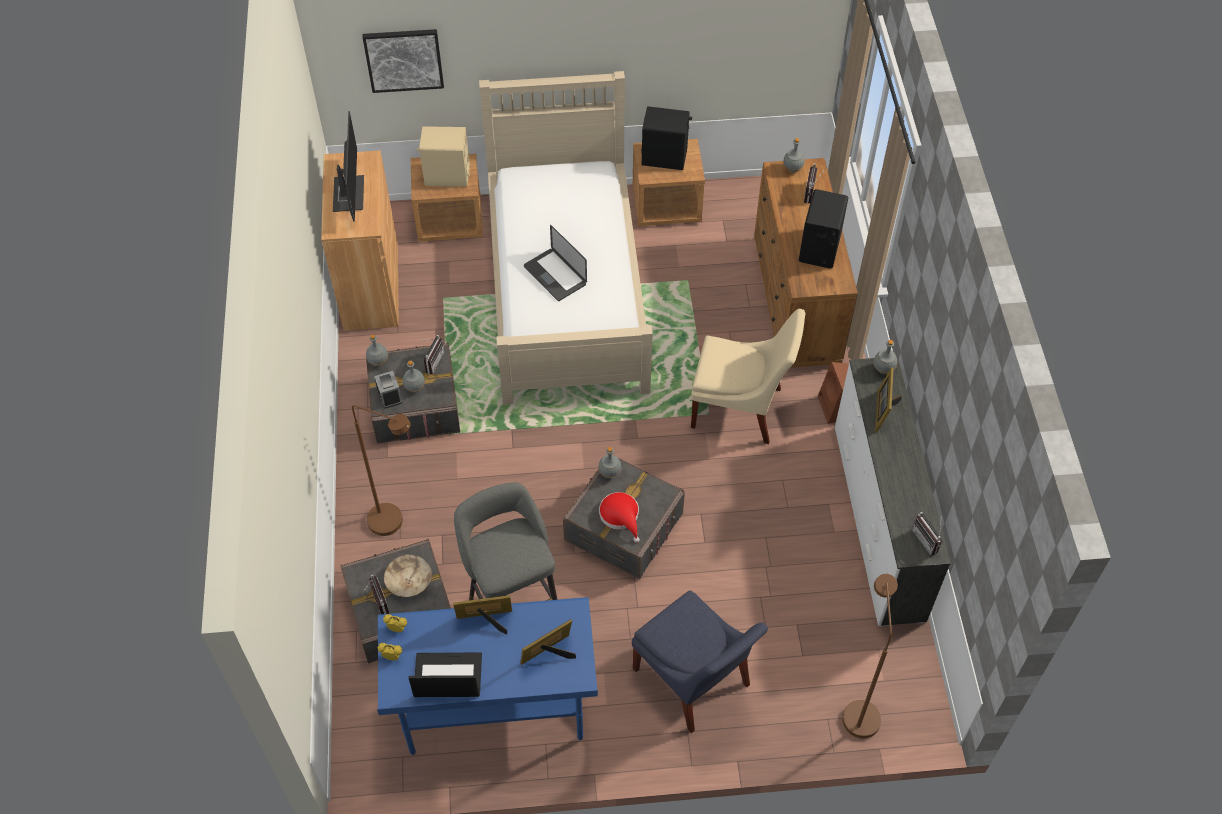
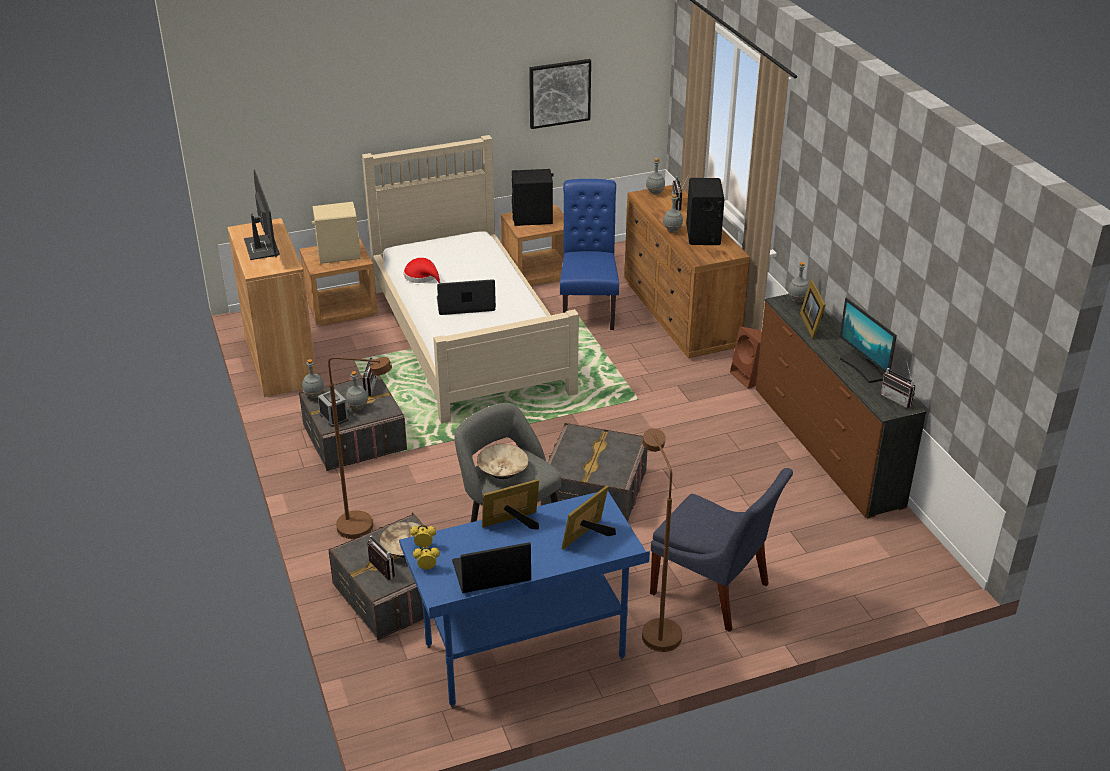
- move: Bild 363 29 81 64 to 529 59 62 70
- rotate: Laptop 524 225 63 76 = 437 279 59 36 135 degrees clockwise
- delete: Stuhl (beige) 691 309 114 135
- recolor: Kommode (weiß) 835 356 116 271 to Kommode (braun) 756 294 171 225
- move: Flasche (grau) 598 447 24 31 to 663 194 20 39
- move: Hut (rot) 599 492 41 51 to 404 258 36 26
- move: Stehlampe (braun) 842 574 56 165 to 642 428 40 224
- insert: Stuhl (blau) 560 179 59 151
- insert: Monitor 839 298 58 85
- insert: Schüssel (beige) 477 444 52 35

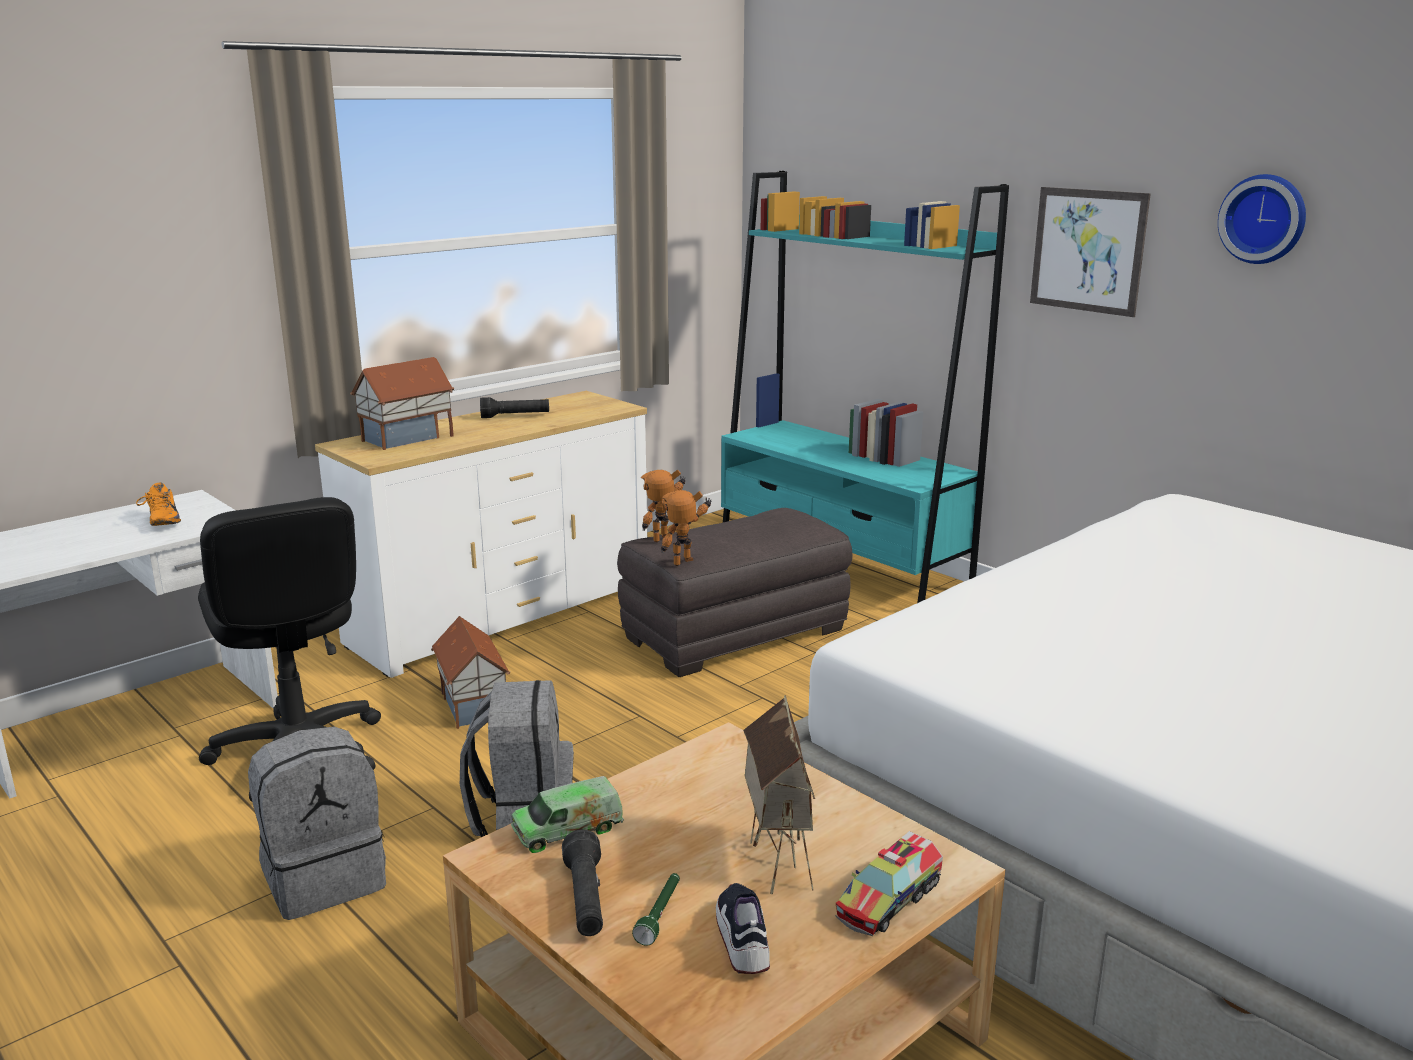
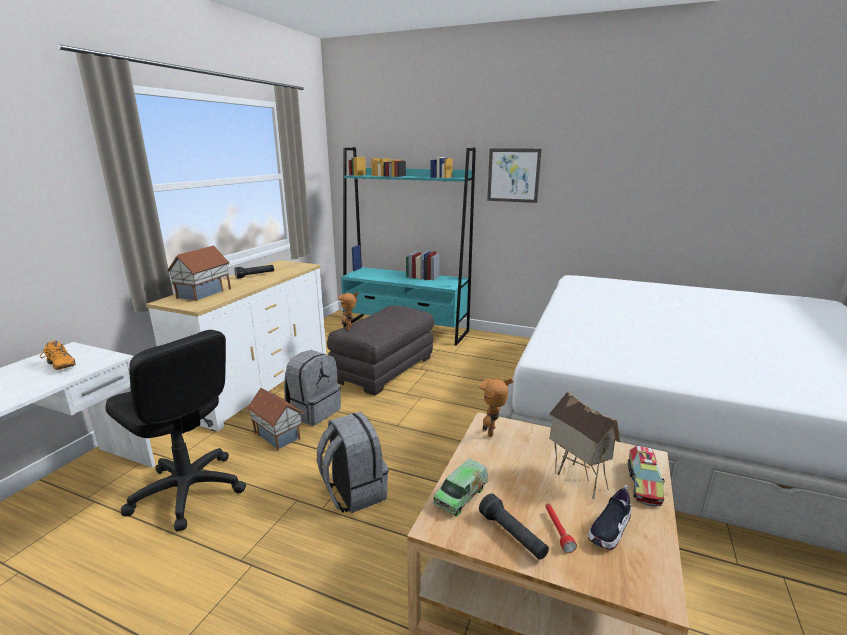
- delete: Wanduhr 1218 174 88 90
- move: Spielzeugroboter 661 490 51 76 to 479 378 35 59
- move: Rucksack (grau) 248 727 138 193 to 284 350 57 76
- recolor: Taschenlampe (grün) 632 873 48 73 to Taschenlampe (rot) 546 504 31 49
- rotate: Schuh 716 883 54 91 = 588 485 43 65 105 degrees counterclockwise

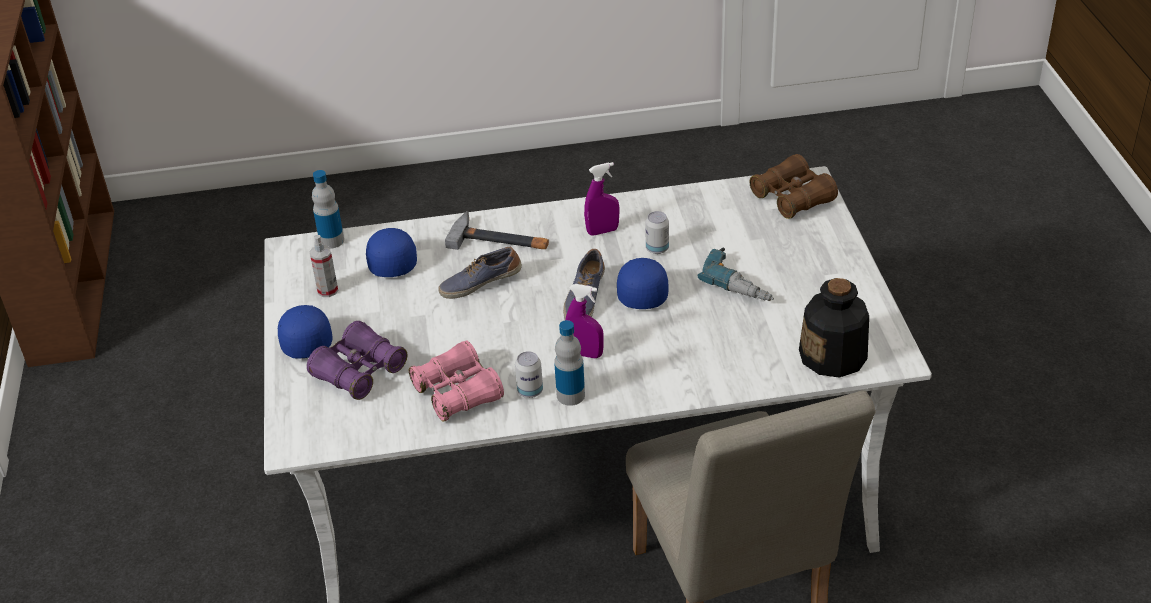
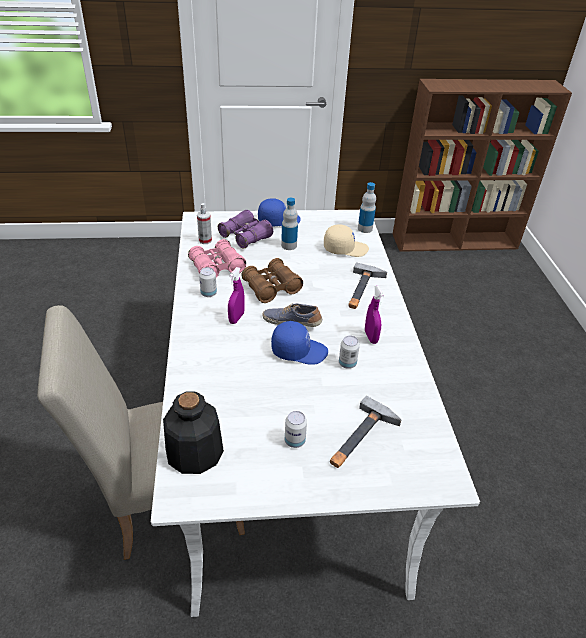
- move: Fernglas (braun) 749 154 89 65 to 242 258 61 45
- recolor: Kappe (blau) 366 228 51 49 to Kappe (beige) 324 224 45 33
- move: Sprühflasche 309 235 29 62 to 197 203 15 41
- delete: Schuh 438 247 84 52
- delete: Bohrmaschine 698 247 76 54
- move: Flasche 554 320 31 86 to 281 198 17 52
- insert: Hammer 330 396 71 72
- insert: Dose 285 411 22 37

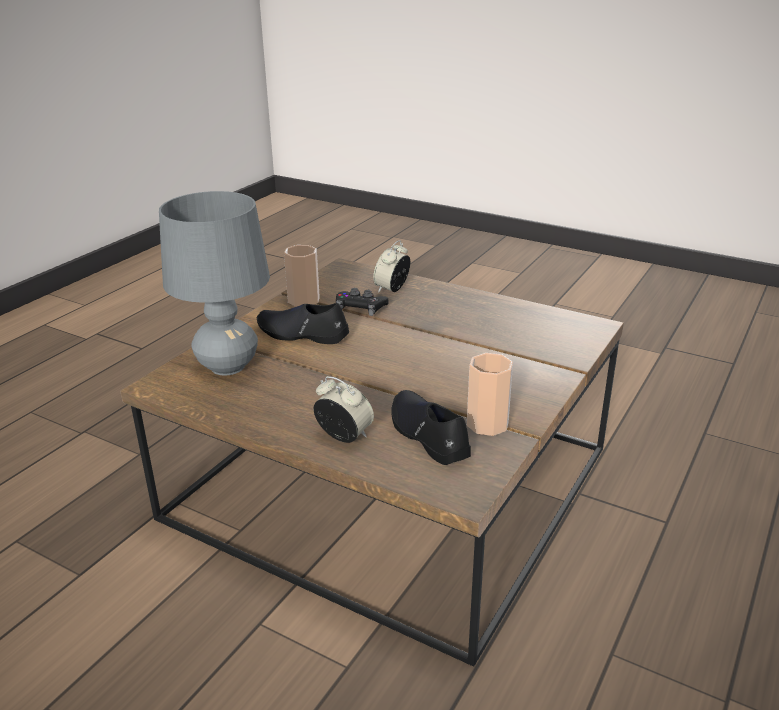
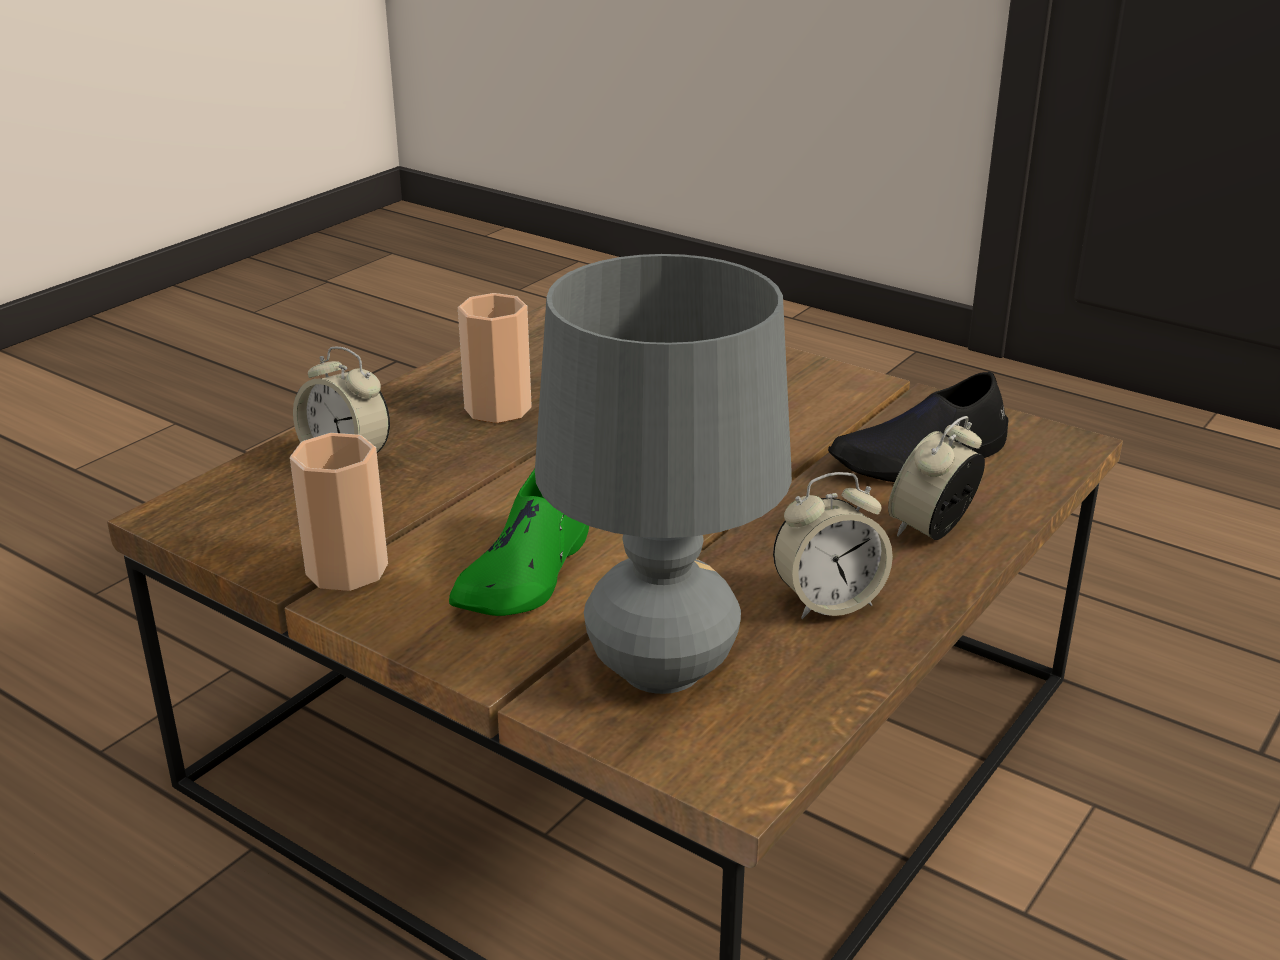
- delete: Gamepad (schwarz) 336 288 52 28
- recolor: Schuh (schwarz) 257 303 92 41 to Schuh (grün) 449 469 140 147
- move: Tasse 467 353 46 83 to 458 293 74 130
- insert: Wecker 773 472 120 147

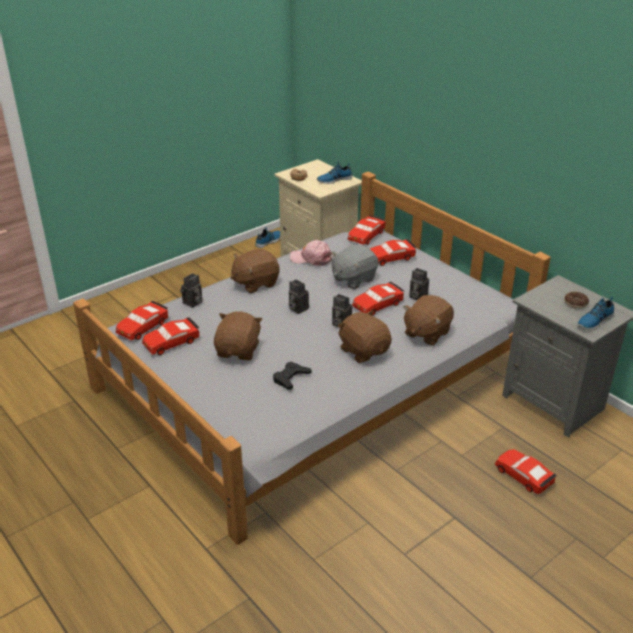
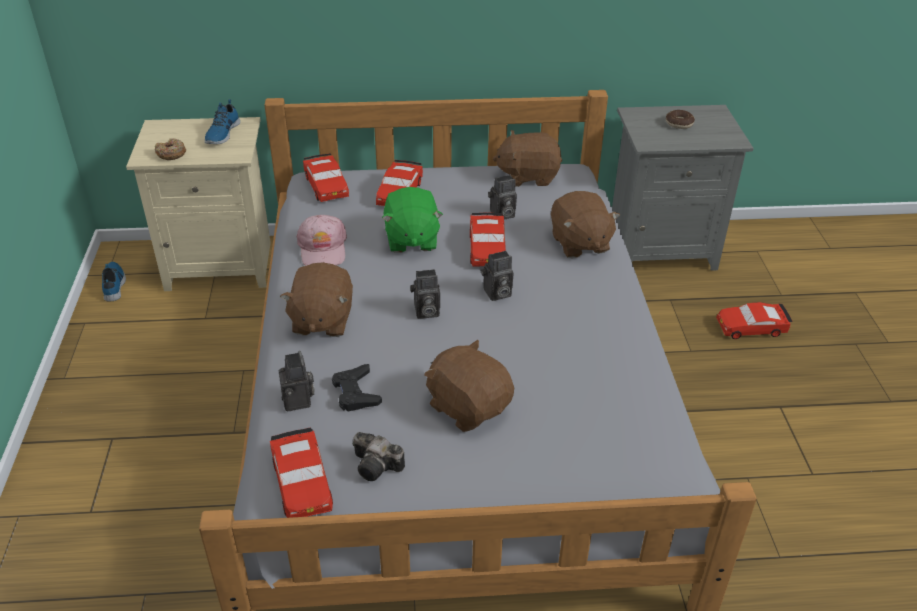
- rotate: Kappe (rosa) 290 240 42 26 = 296 215 51 51 60 degrees counterclockwise
- recolor: Plüschtier (grau) 331 245 48 44 to Plüschtier (grün) 382 187 61 66
- delete: Schuh 577 297 37 33
- move: Plüschtier (braun) 338 310 54 53 to 493 130 69 57
- replace: Spielzeugauto (rot) 142 317 58 38 to Kamera 353 432 52 49
- move: Gamepad (schwarz) 273 362 39 28 to 332 364 50 47

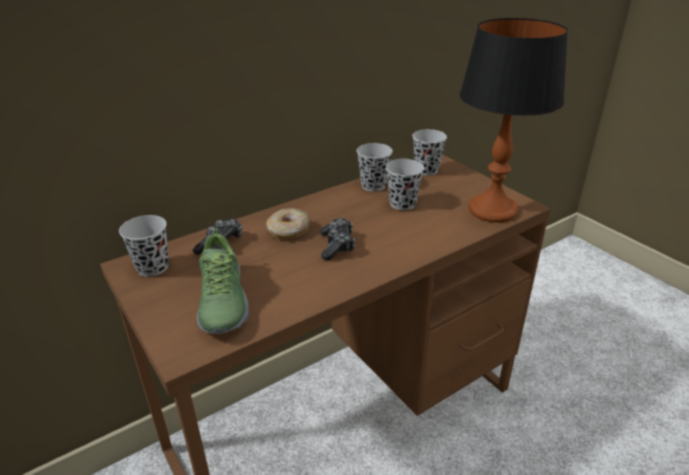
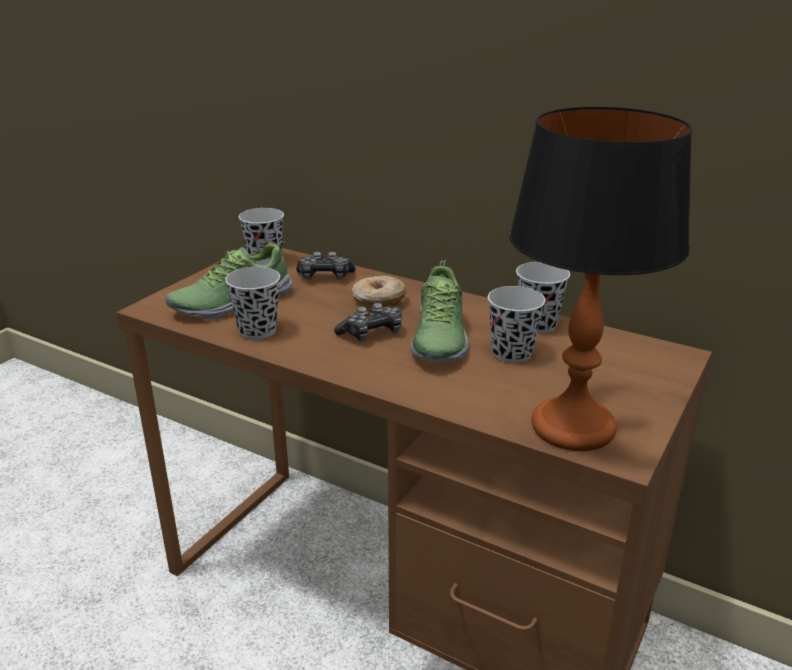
- move: Tasse (schwarz) 412 129 35 46 to 225 267 55 73
- insert: Schuh 410 260 58 102

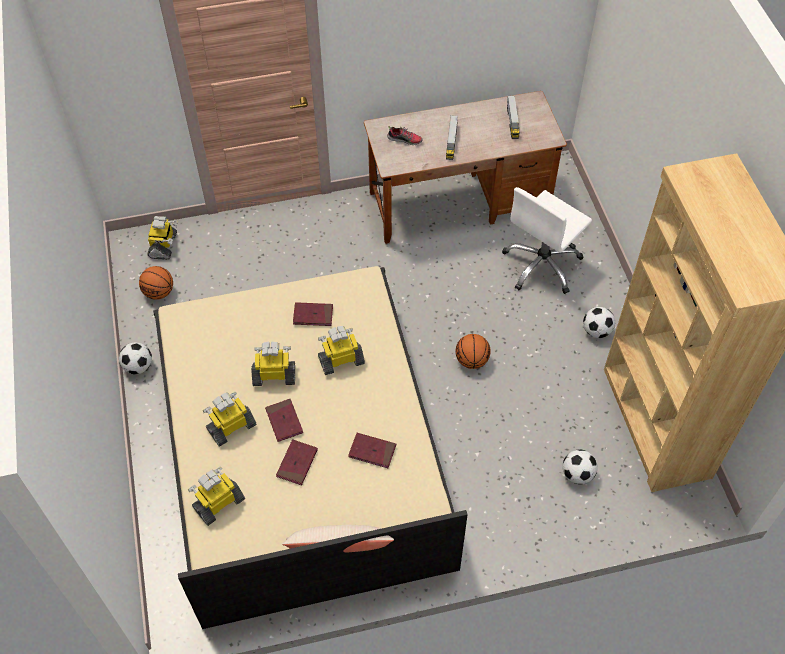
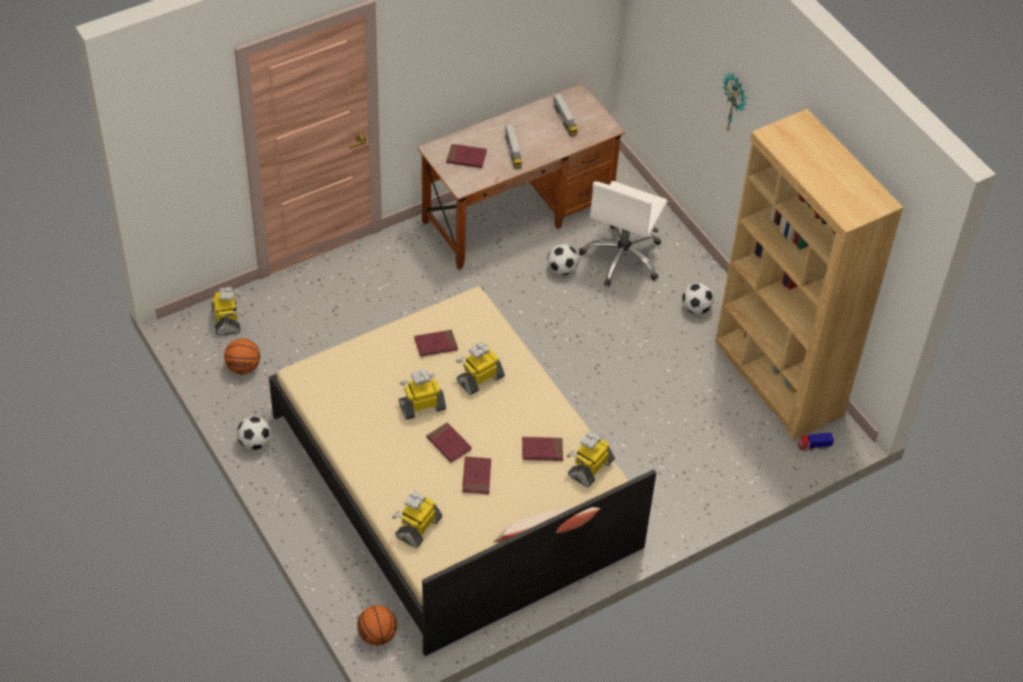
- replace: Schuh 387 126 35 19 to Buch (rot) 446 144 41 24
- move: Basketball 455 334 36 35 to 357 605 40 41
- move: Spielzeugroboter 203 392 54 55 to 567 431 48 56
- move: Fußball 563 450 35 34 to 547 244 32 31
- insert: Wanduhr 723 72 24 59
- insert: Spielzeuglaster 798 432 36 19

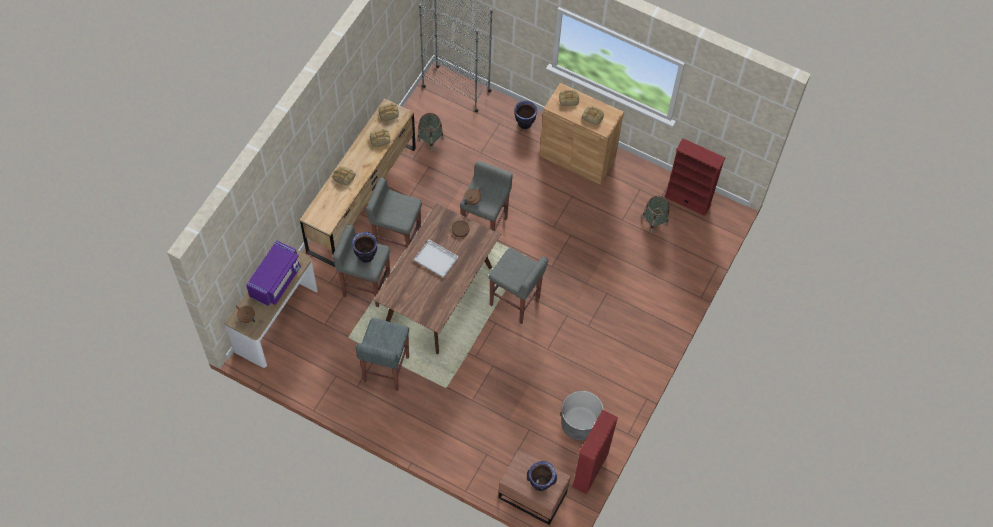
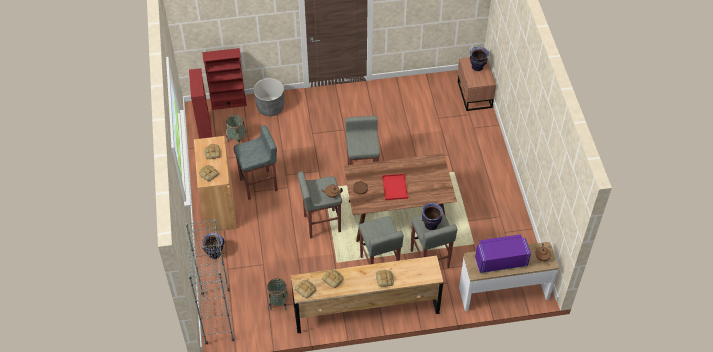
- recolor: Tablett (weiß) 414 240 45 38 to Tablett (rot) 382 174 26 26
- move: Hocker (grau) 356 318 53 73 to 233 125 45 75
- move: Pflanzkübel (grau) 561 391 43 49 to 253 78 31 38
- move: Bücherregal (rot) 572 409 46 86 to 202 48 45 62

